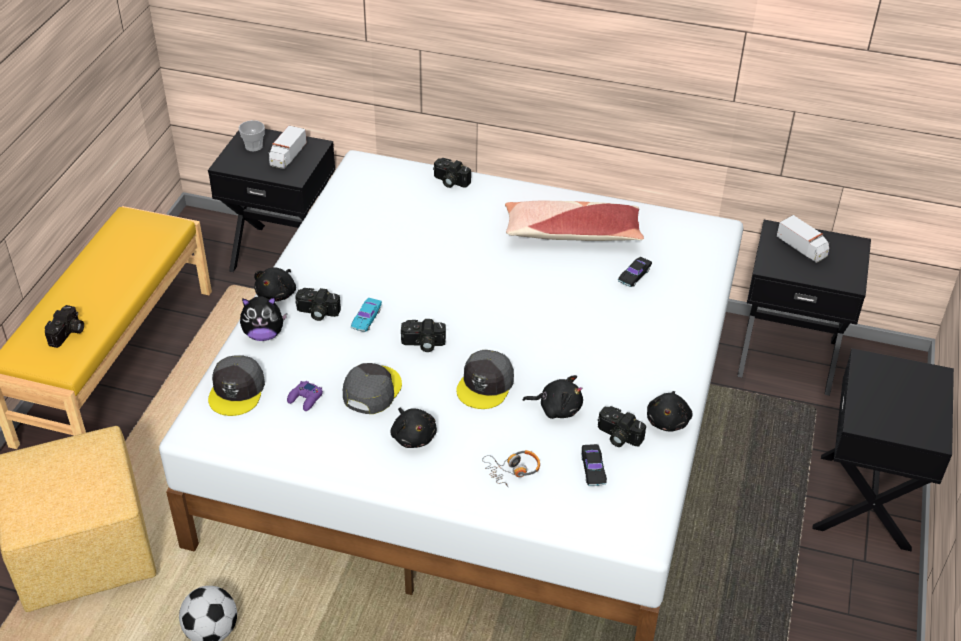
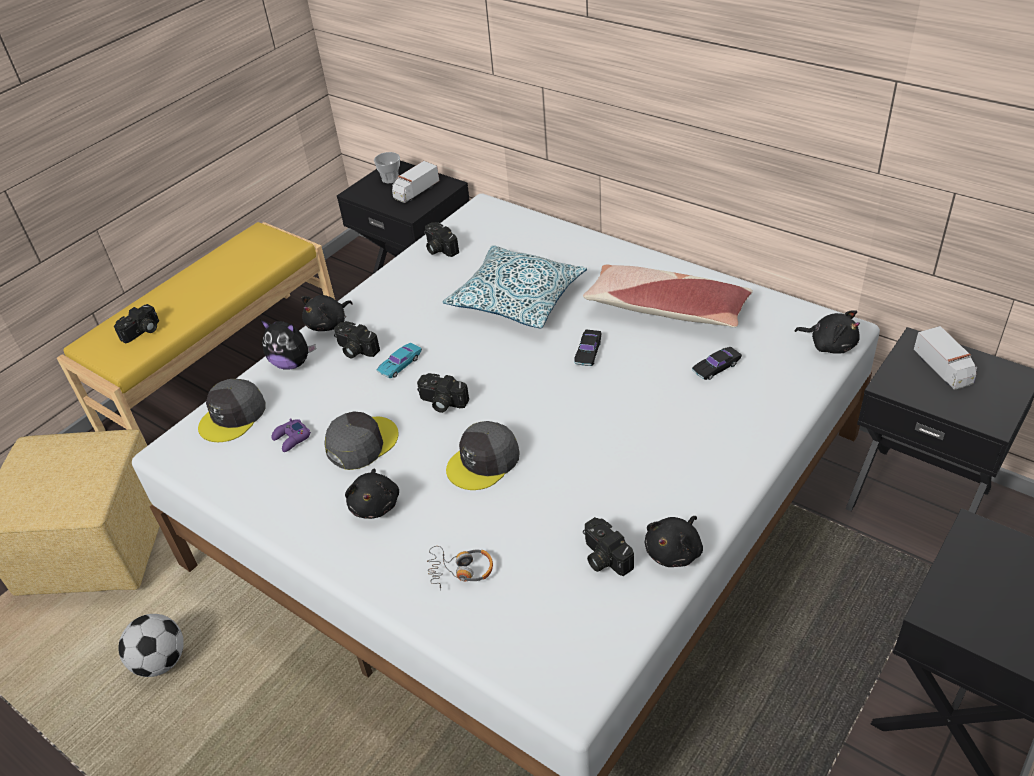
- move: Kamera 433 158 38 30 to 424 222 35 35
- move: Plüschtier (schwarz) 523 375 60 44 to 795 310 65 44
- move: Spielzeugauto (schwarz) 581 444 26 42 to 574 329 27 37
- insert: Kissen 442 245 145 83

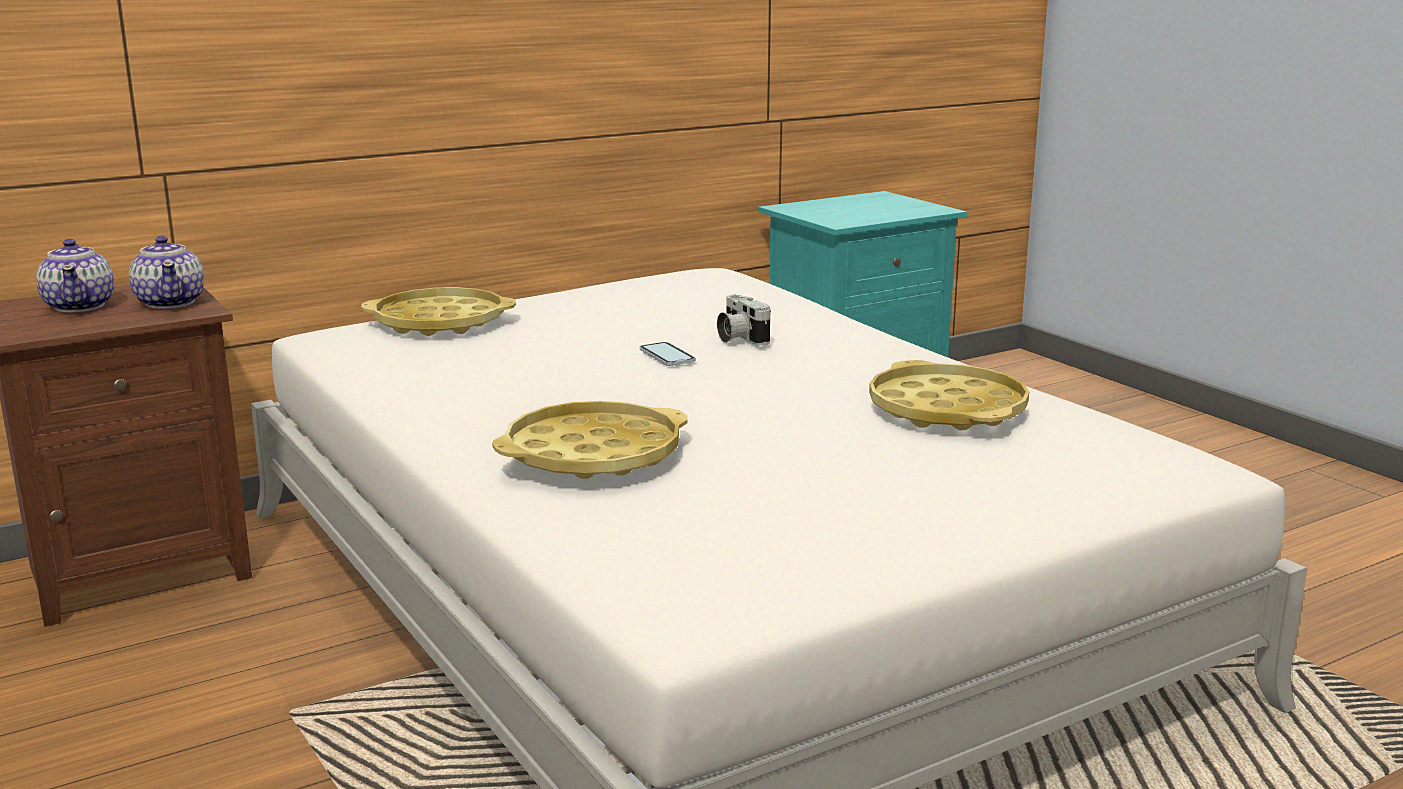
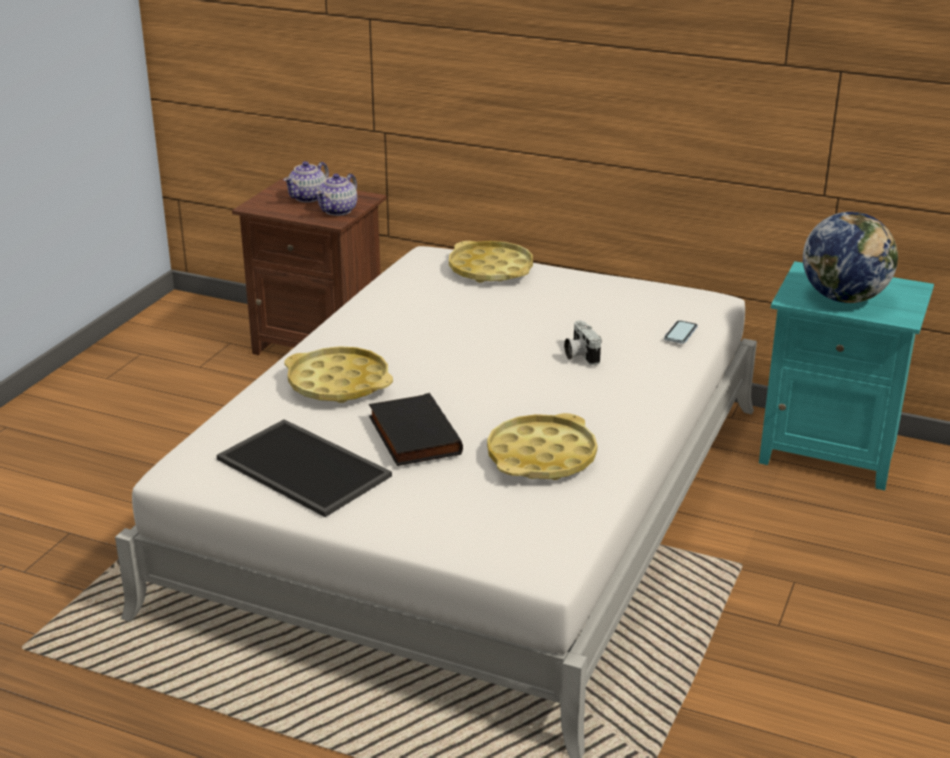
- rotate: Kamera 717 295 54 51 = 564 321 38 44 45 degrees counterclockwise
- move: Handy 640 342 55 24 to 664 320 34 24
- insert: Globus 803 212 95 91
- insert: Buch (schwarz) 369 393 94 73
- insert: Tablett 217 419 175 98

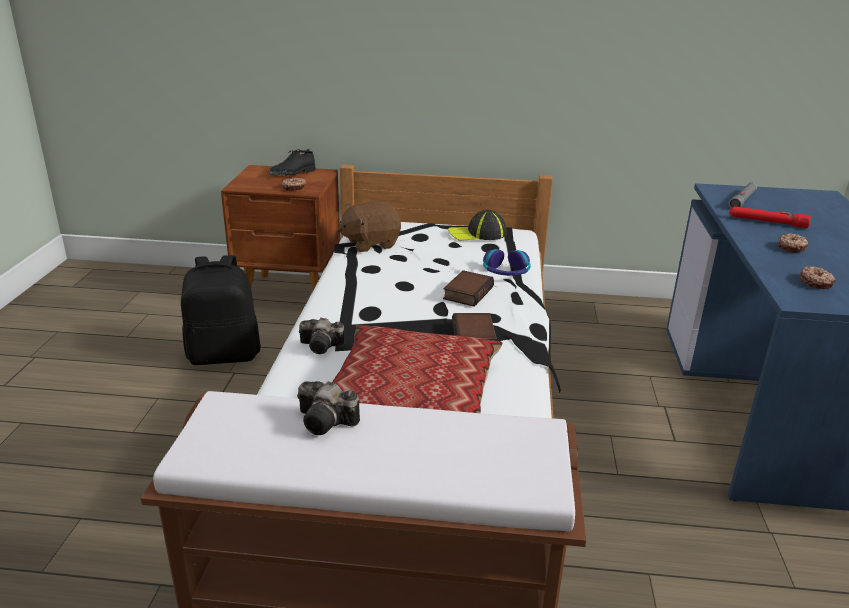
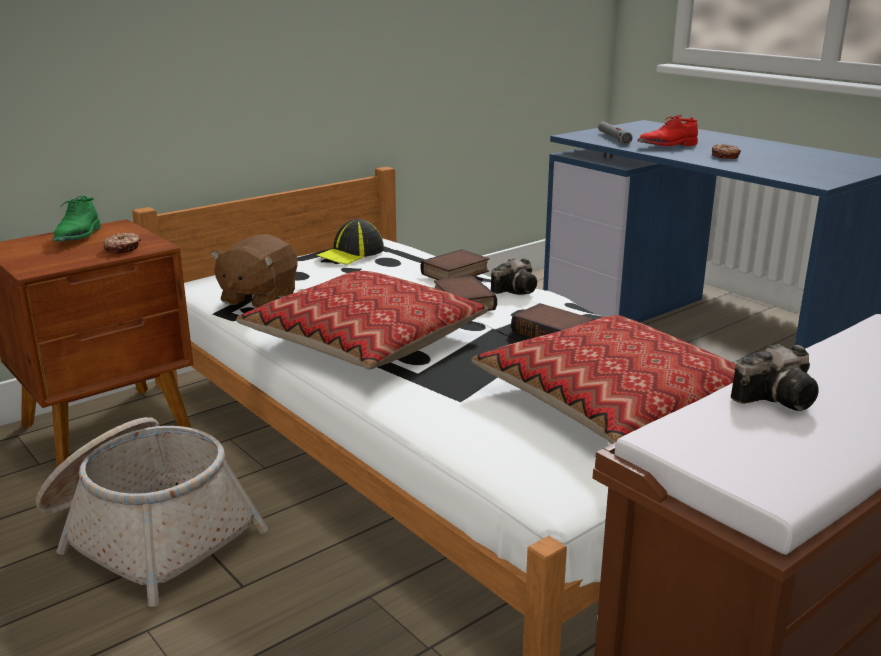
- recolor: Schuh (schwarz) 269 149 47 26 to Schuh (grün) 53 196 48 46
- replace: Taschenlampe (rot) 730 206 81 22 to Schuh (rot) 638 115 60 31
- replace: Kopfhörer 483 249 48 27 to Buch 421 249 68 31
- replace: Rucksack (schwarz) 181 255 80 110 to Korb 36 417 232 190
- delete: Donut 800 266 36 23
- move: Kamera 299 318 46 36 to 491 258 46 36
- insert: Kissen 236 271 252 99

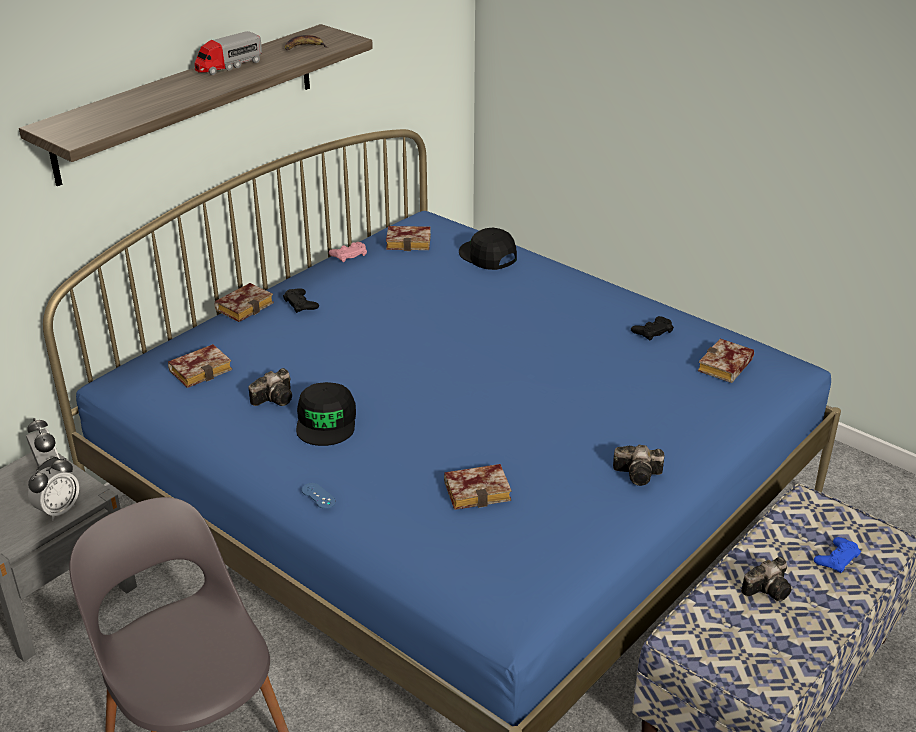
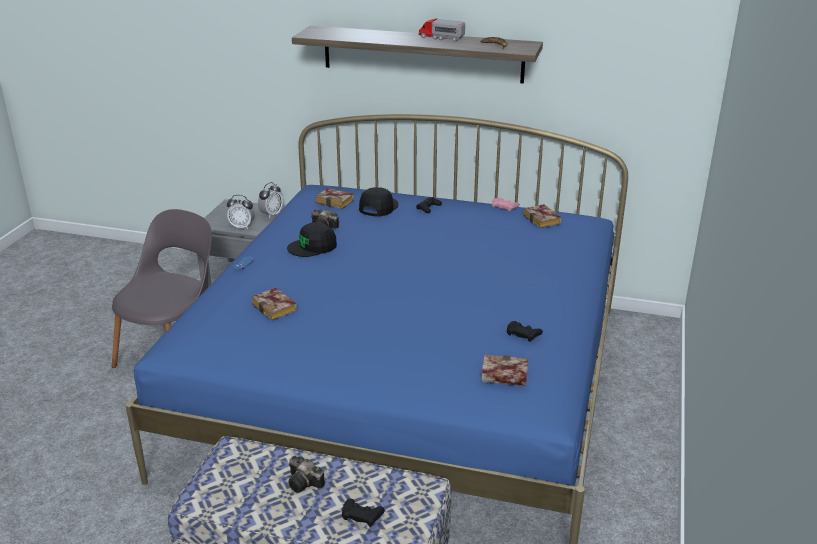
- move: Kappe (schwarz) 459 228 58 42 to 359 187 40 30
- delete: Buch 215 283 59 39
- delete: Kamera 613 444 51 42
- recolor: Gamepad (blau) 814 537 47 36 to Gamepad (schwarz) 342 499 43 28

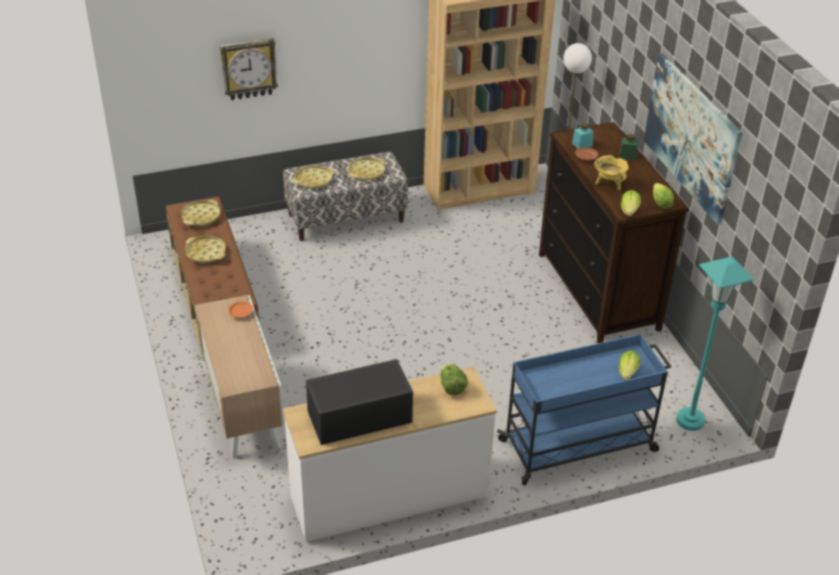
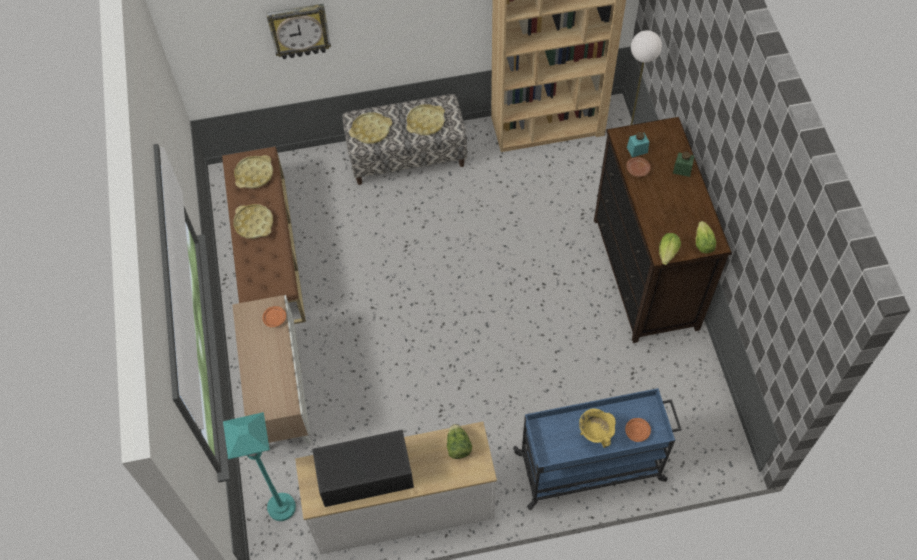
- delete: Bild 644 53 98 172
- move: Kochtopf (gelb) 594 155 34 36 to 579 408 37 40
- move: Stehlampe (türkis) 676 256 78 175 to 223 412 73 109
- replace: Salatkopf 618 351 23 29 to Teller (orange) 625 418 26 24

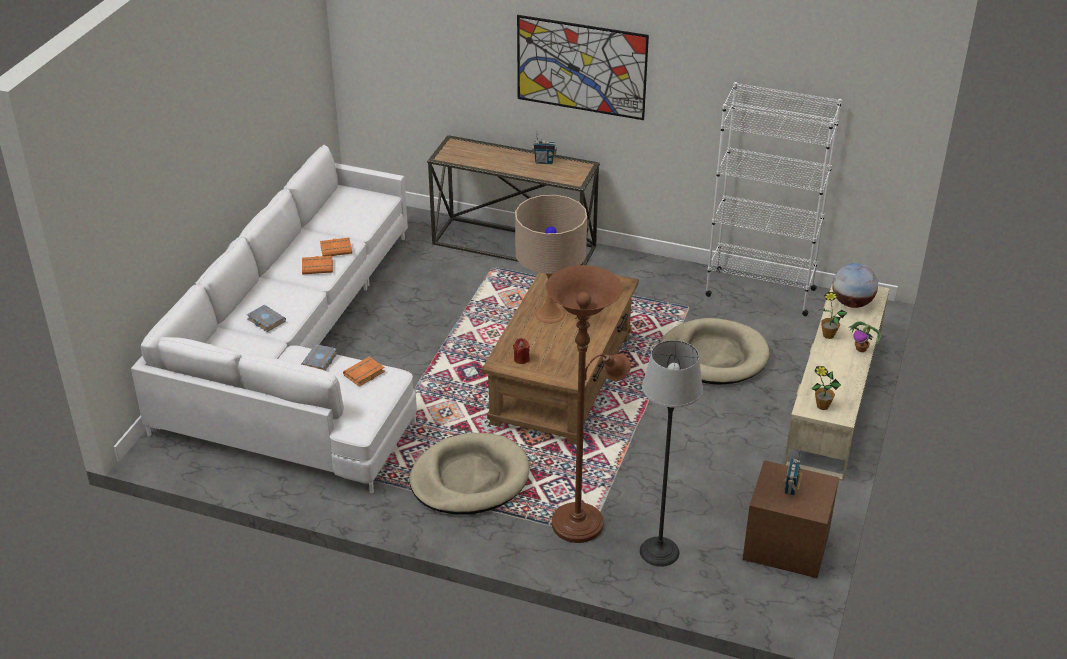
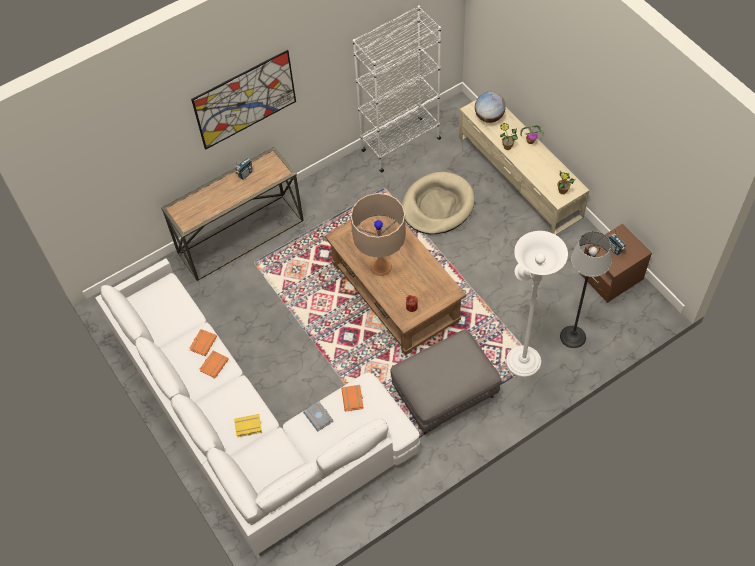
- recolor: Stehlampe (braun) 546 265 85 278 to Stehlampe (weiß) 506 231 62 147
- recolor: Buch (grau) 247 305 39 27 to Buch (gelb) 234 414 28 23
- replace: Hundebett (beige) 410 433 120 82 to Polsterhocker (grau) 390 329 112 105

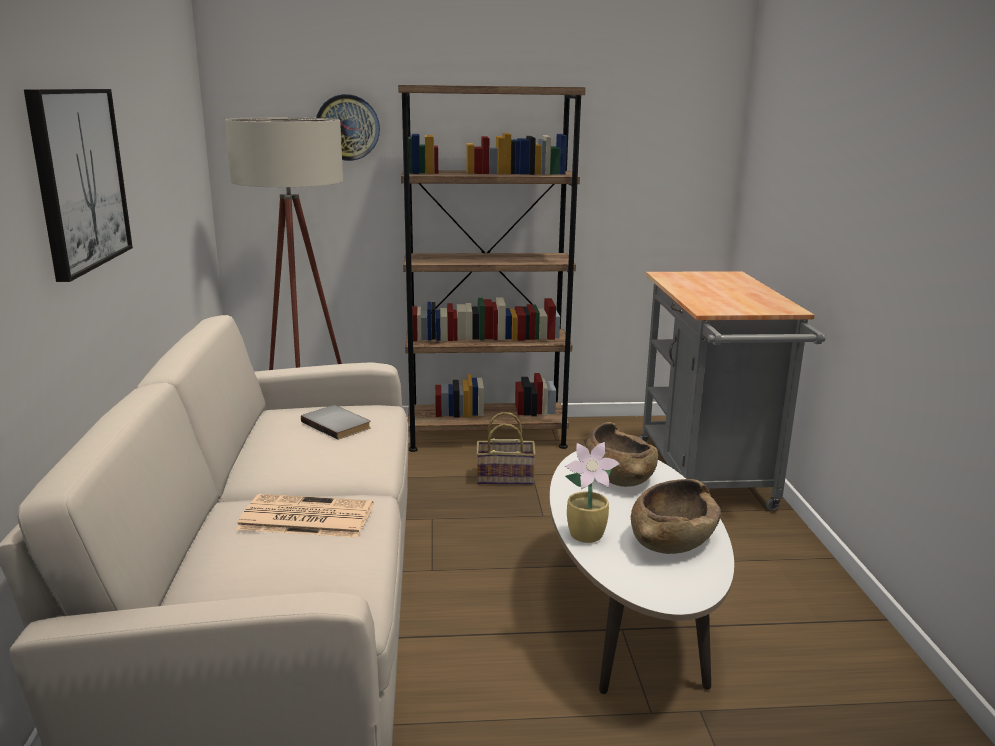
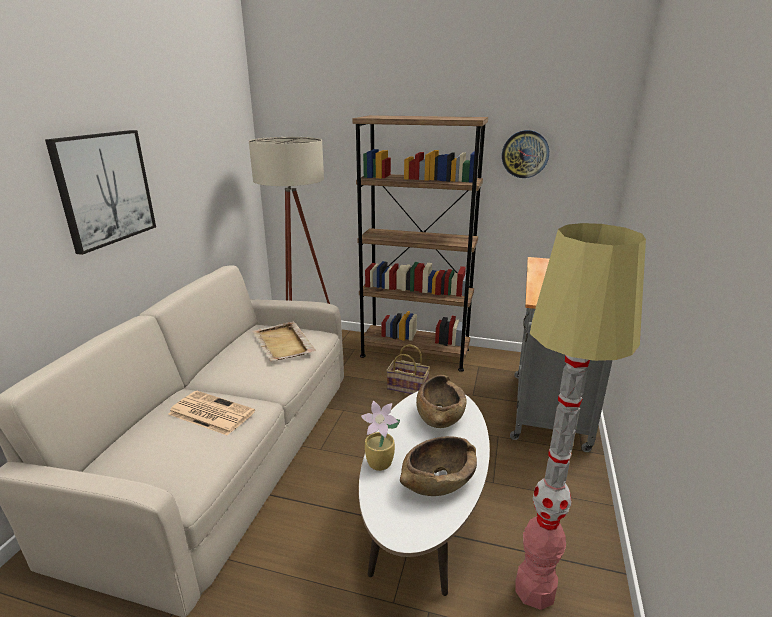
- move: Wanduhr 316 94 64 67 to 502 130 47 48
- replace: Buch (grau) 301 405 70 35 to Tablett (beige) 252 321 64 40
- insert: Stehlampe 515 223 131 387

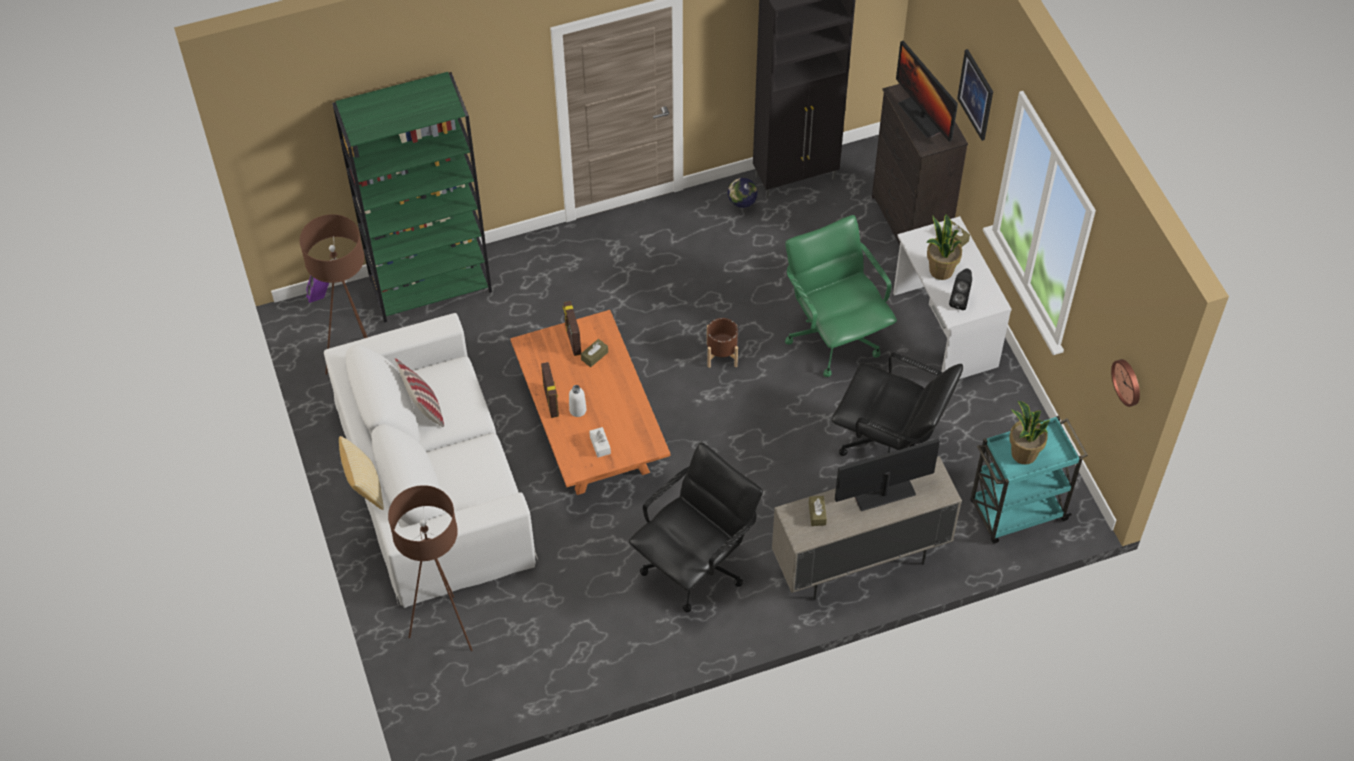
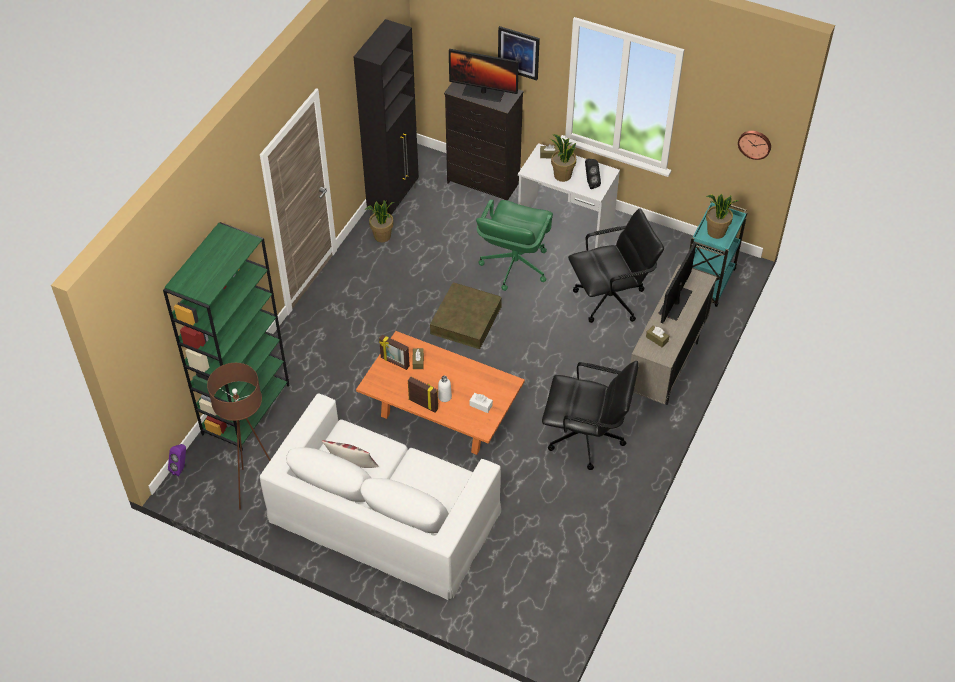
- replace: Globus 728 178 30 35 to Topfpflanze 365 201 29 41
- rotate: Bürostuhl (grün) 785 215 112 162 = 476 199 77 92 90 degrees counterclockwise
- replace: Pflanzkübel (braun) 707 318 31 50 to Aufbewahrungsbox (braun) 430 282 72 67
- delete: Kissen 339 436 45 74
- rotate: Bürostuhl (schwarz) 629 442 134 170 = 542 361 97 109 105 degrees clockwise
- delete: Stehlampe (braun) 388 485 85 166

